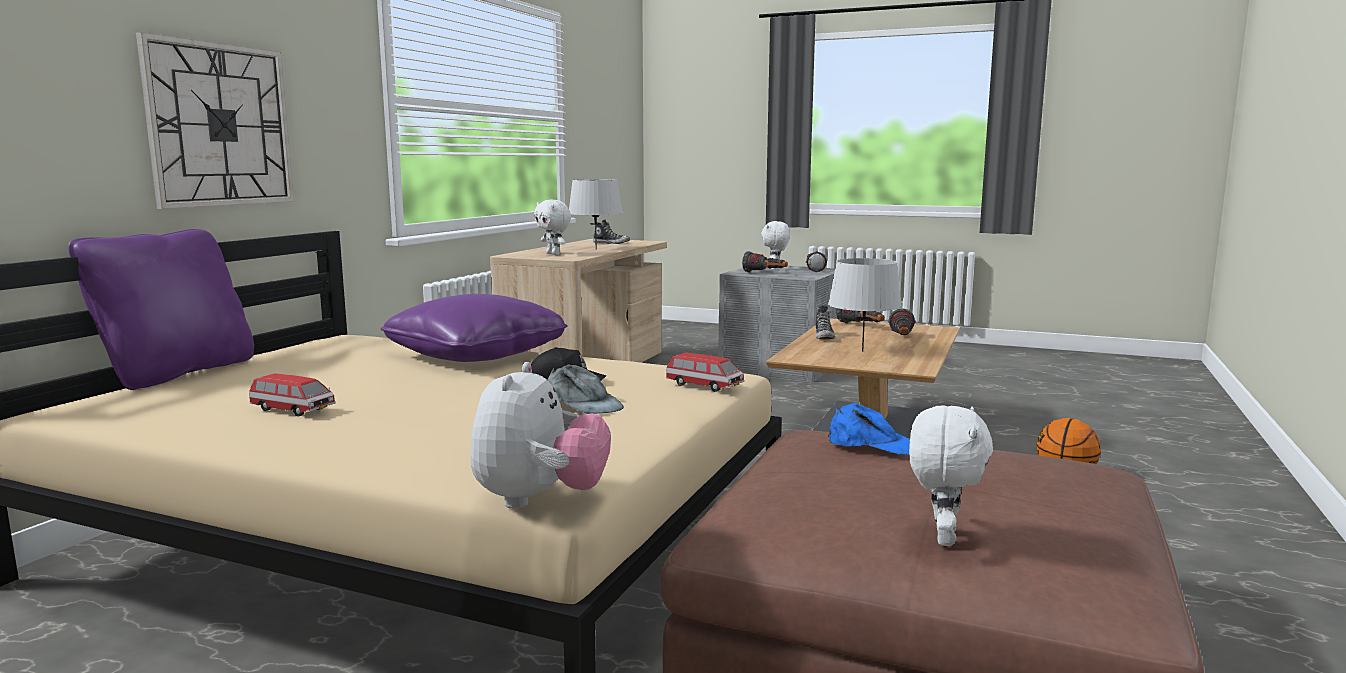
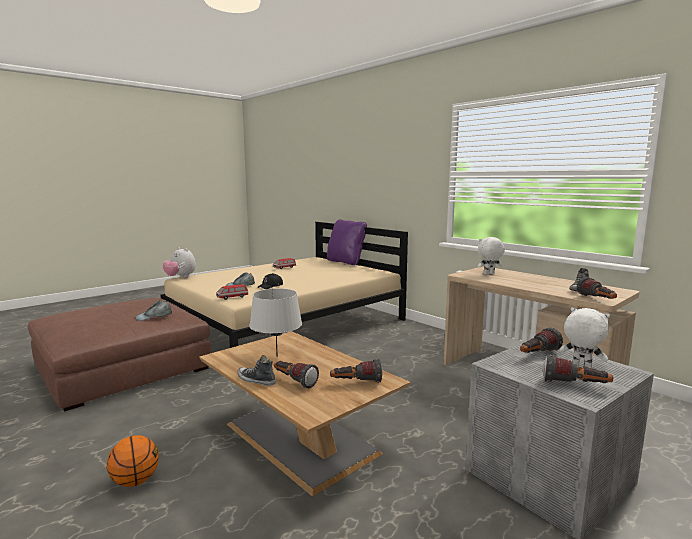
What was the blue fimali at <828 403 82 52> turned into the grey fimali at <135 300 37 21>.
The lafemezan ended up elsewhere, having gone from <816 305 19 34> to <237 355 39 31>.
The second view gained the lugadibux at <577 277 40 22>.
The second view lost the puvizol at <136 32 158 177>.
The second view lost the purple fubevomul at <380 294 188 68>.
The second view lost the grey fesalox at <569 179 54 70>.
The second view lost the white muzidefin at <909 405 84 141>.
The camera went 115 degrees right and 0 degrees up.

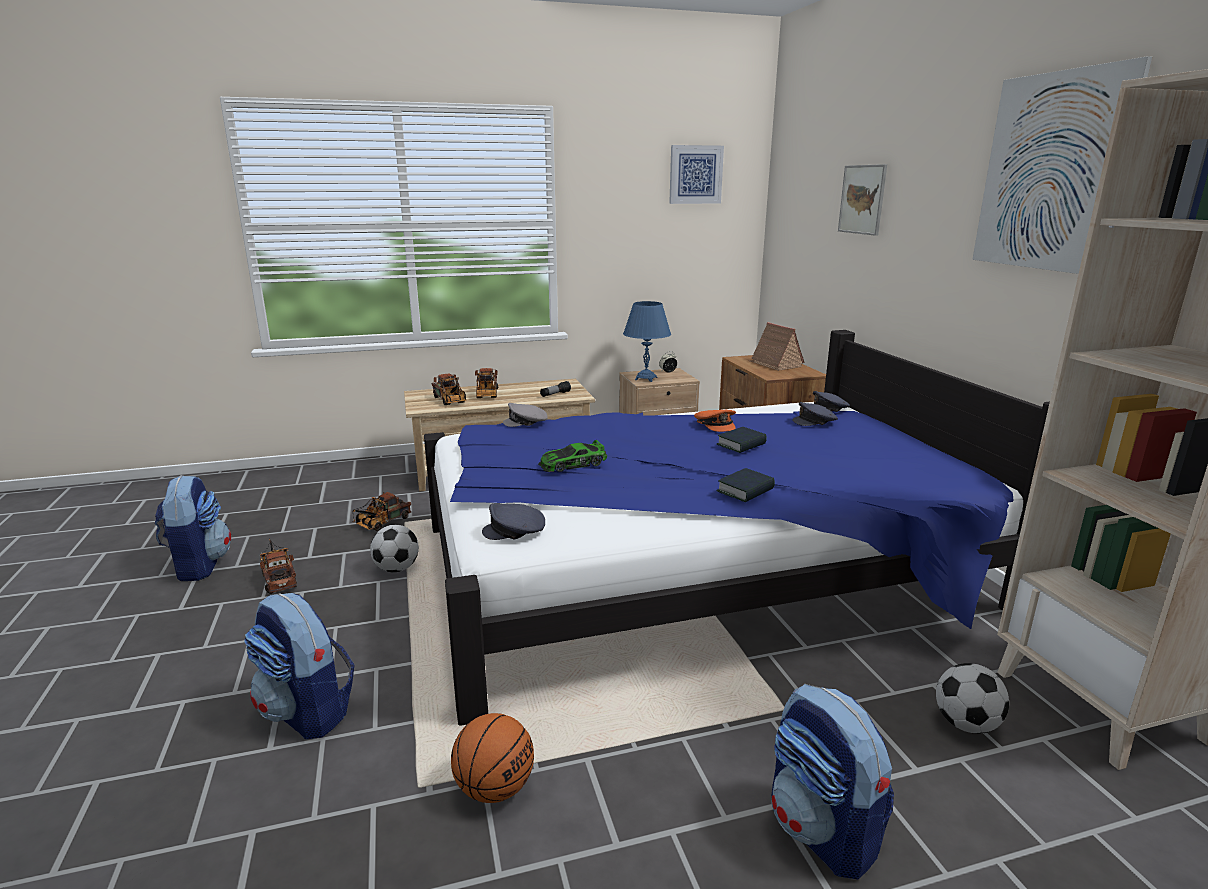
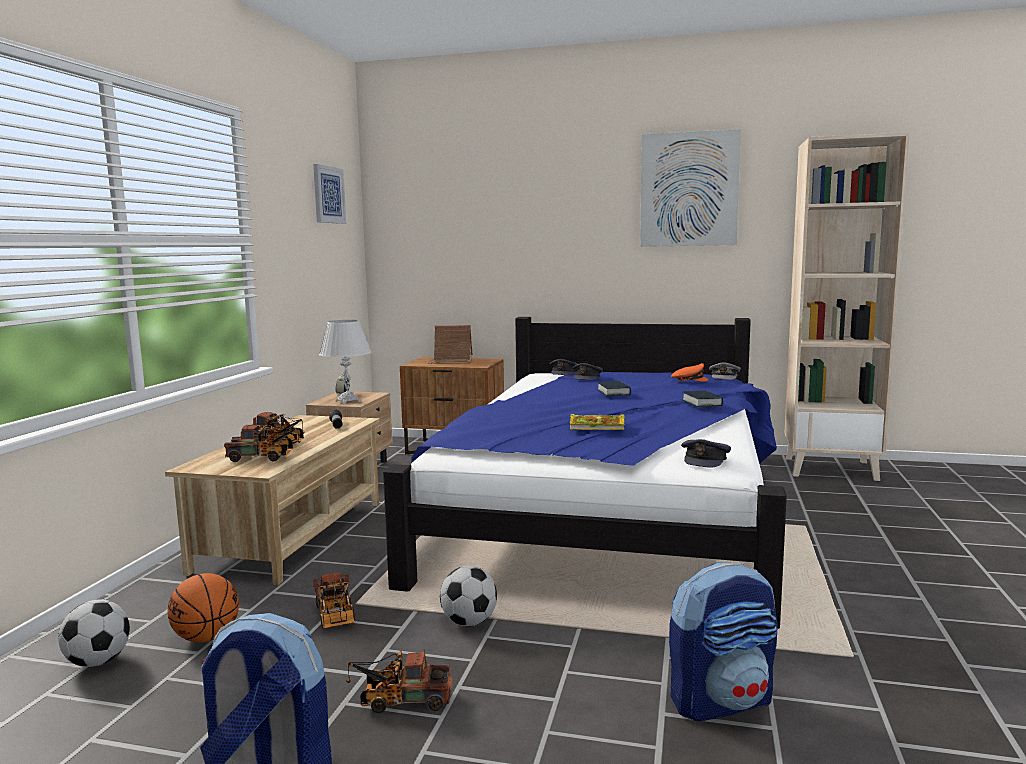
The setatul ended up elsewhere, having gone from <936 663 73 71> to <58 600 72 67>.
The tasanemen ended up elsewhere, having gone from <451 713 83 90> to <168 573 71 69>.
What was the blue fesalox at <623 301 48 81> turned into the white fesalox at <319 320 52 84>.
Where the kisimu stood at <538 440 69 32>, the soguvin came to stand at <570 414 55 16>.
The orange fimali ended up elsewhere, having gone from <694 410 42 22> to <671 363 38 19>.
The grey fimali ended up elsewhere, having gone from <503 403 45 24> to <709 362 32 18>.
The second view lost the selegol at <771 684 123 196>.
The second view lost the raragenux at <838 164 49 72>.
The camera went 60 degrees left and 10 degrees down.

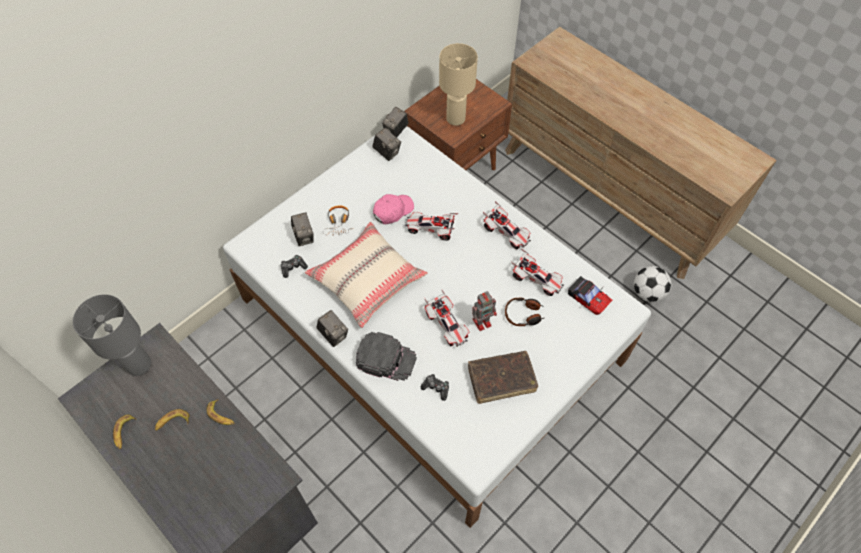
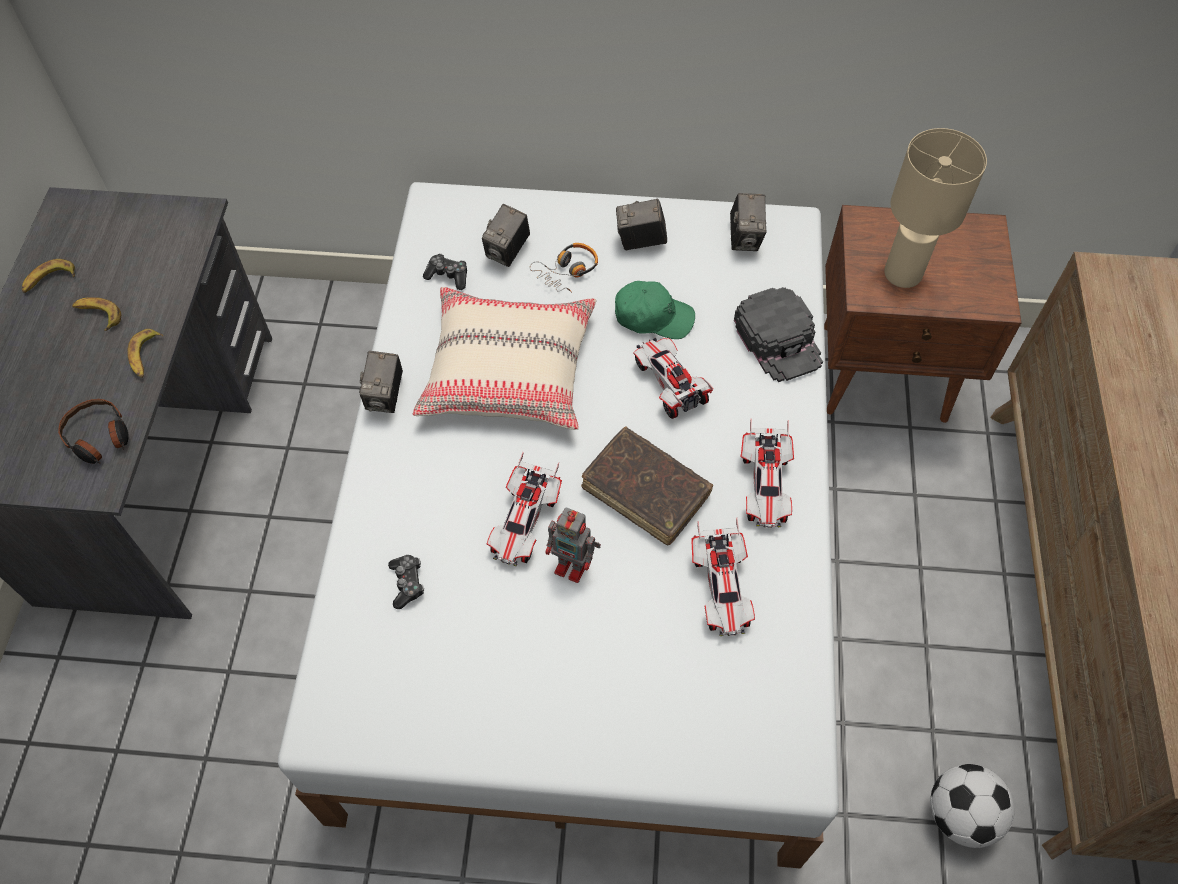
The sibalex ended up elsewhere, having gone from <505 298 39 28> to <58 399 71 65>.
The brown soguvin ended up elsewhere, having gone from <468 351 70 53> to <581 426 132 119>.
What was the pink fimali at <373 194 41 30> turned into the green fimali at <615 281 80 58>.
The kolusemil ended up elsewhere, having gone from <382 107 26 31> to <616 199 51 51>.
The black fimali ended up elsewhere, having gone from <356 332 61 49> to <734 287 89 95>.
The second view lost the grey fesalox at <73 294 78 82>.
The second view lost the kisimu at <568 276 44 39>.
The camera went 50 degrees right and 0 degrees up.

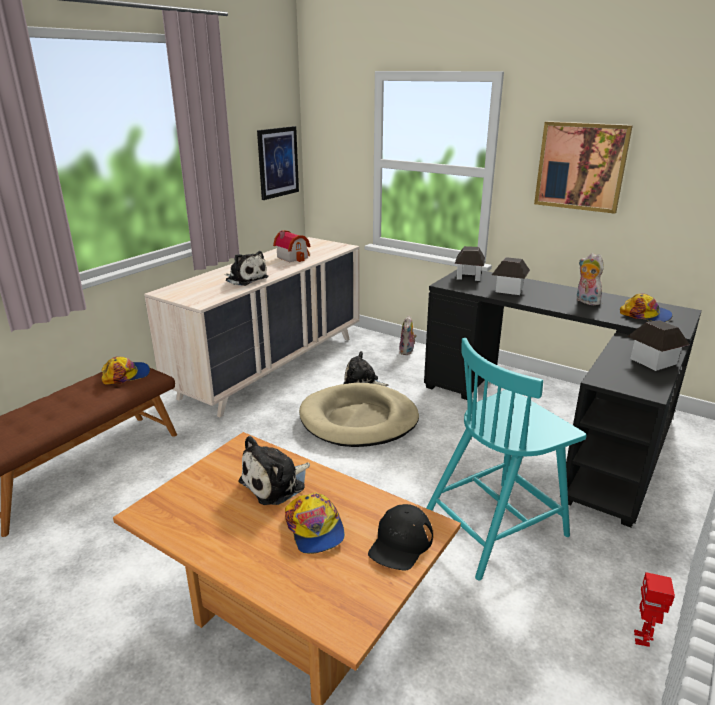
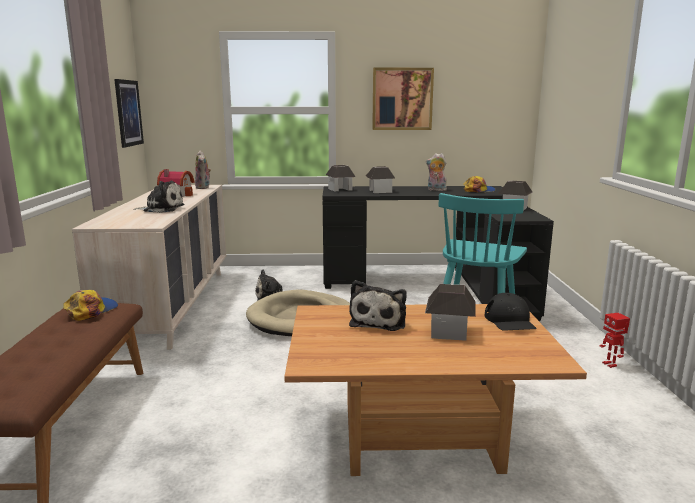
The muzidefin ended up elsewhere, having gone from <399 315 18 40> to <195 150 16 39>.
Where the fimali stood at <285 492 60 62>, the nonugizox came to stand at <425 284 51 57>.
The camera went 35 degrees left and 10 degrees down.

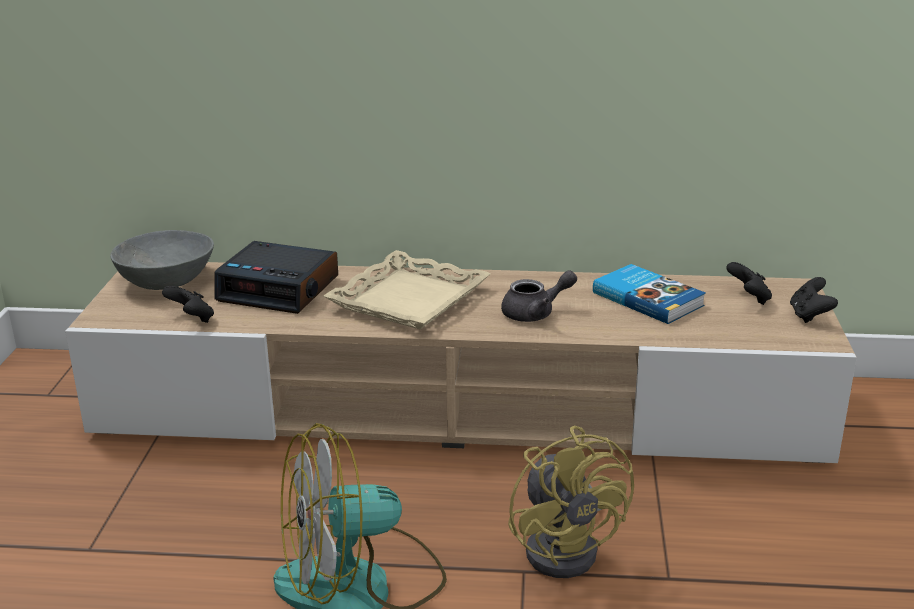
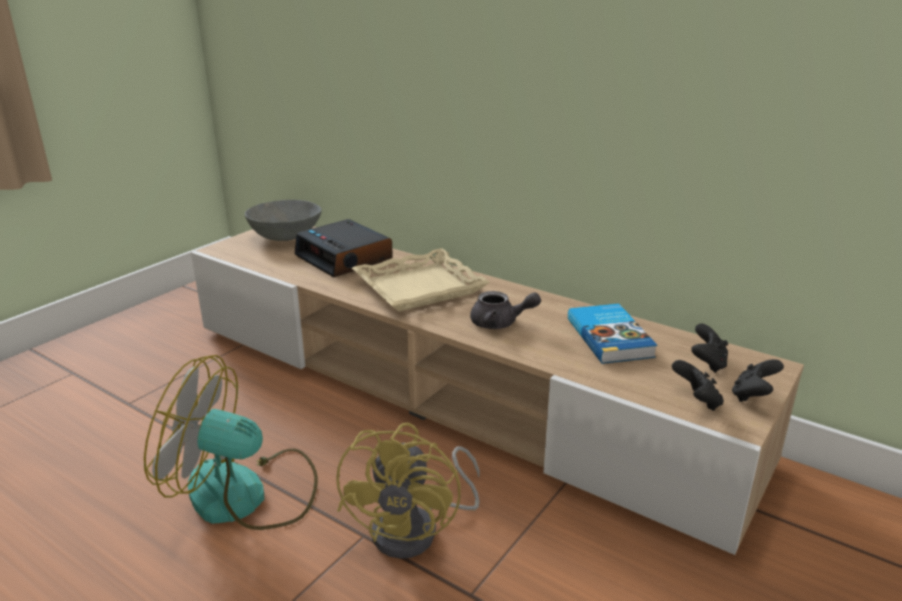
The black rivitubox ended up elsewhere, having gone from <162 286 52 37> to <672 360 52 51>.
The camera went 30 degrees right and 0 degrees up.

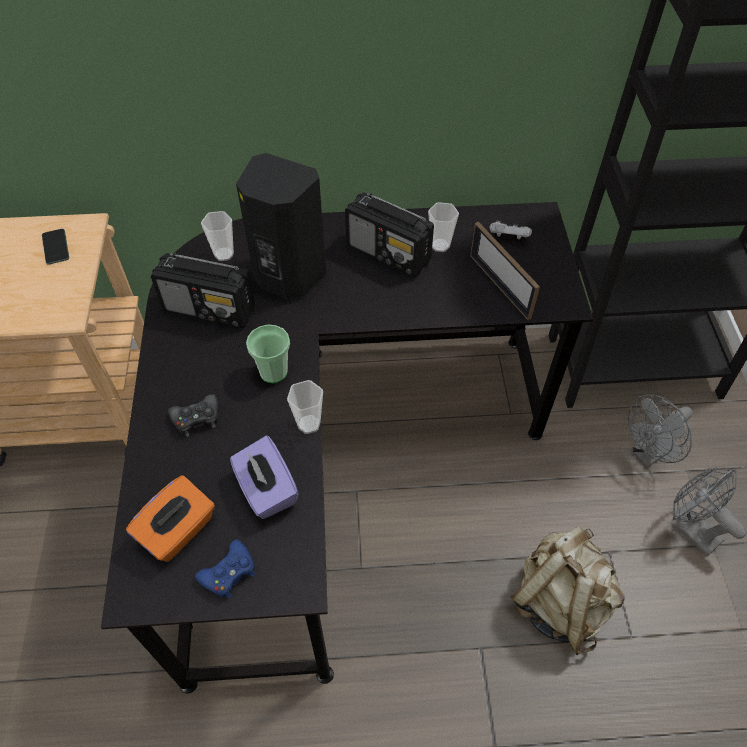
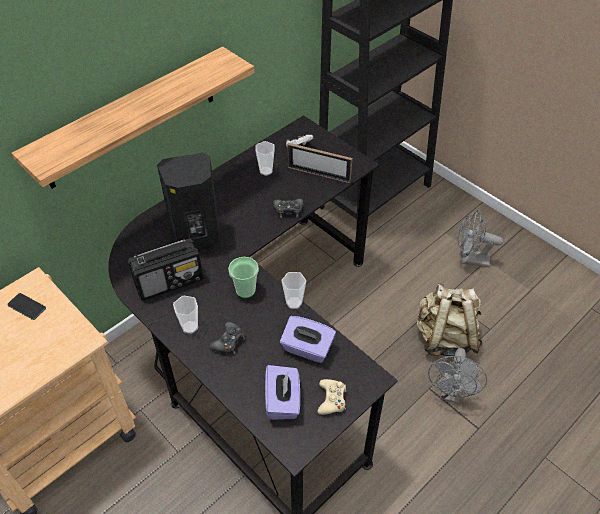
The second view gained the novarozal at <12 46 242 143>.
The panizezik ended up elsewhere, having gone from <201 211 33 50> to <173 296 25 38>.
What was the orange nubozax at <126 475 89 87> turned into the purple nubozax at <265 365 35 55>.
The second view gained the black rivitubox at <273 199 30 19>.
What was the blue rivitubox at <195 539 60 59> turned into the beige rivitubox at <318 379 28 36>.
The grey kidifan ended up elsewhere, having gone from <628 394 65 73> to <428 348 59 56>.
The second view lost the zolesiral at <345 192 89 86>.
The camera went 40 degrees left and 5 degrees down.

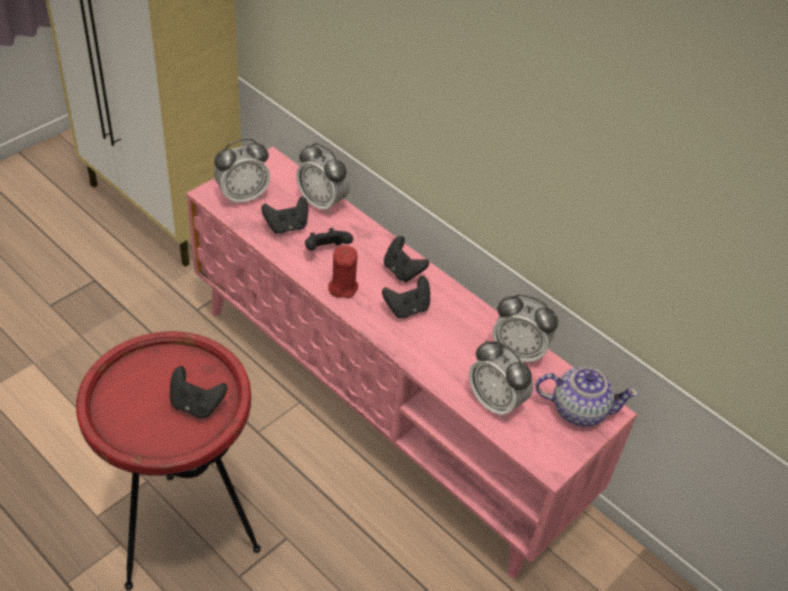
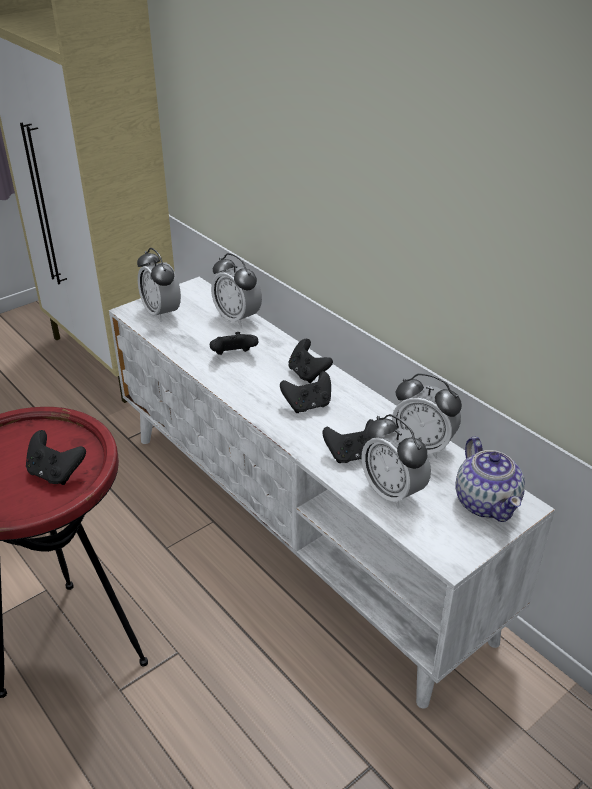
What was the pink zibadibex at <186 147 451 431> turned into the white zibadibex at <109 277 446 432>.
The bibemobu at <214 138 56 67> ended up facing another way, 75 degrees clockwise from before.
The black rivitubox ended up elsewhere, having gone from <261 196 47 38> to <322 419 52 44>.
The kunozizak at <536 367 102 60> ended up facing another way, 60 degrees clockwise from before.
The second view lost the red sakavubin at <328 245 31 53>.
The camera went 10 degrees right and 10 degrees down.

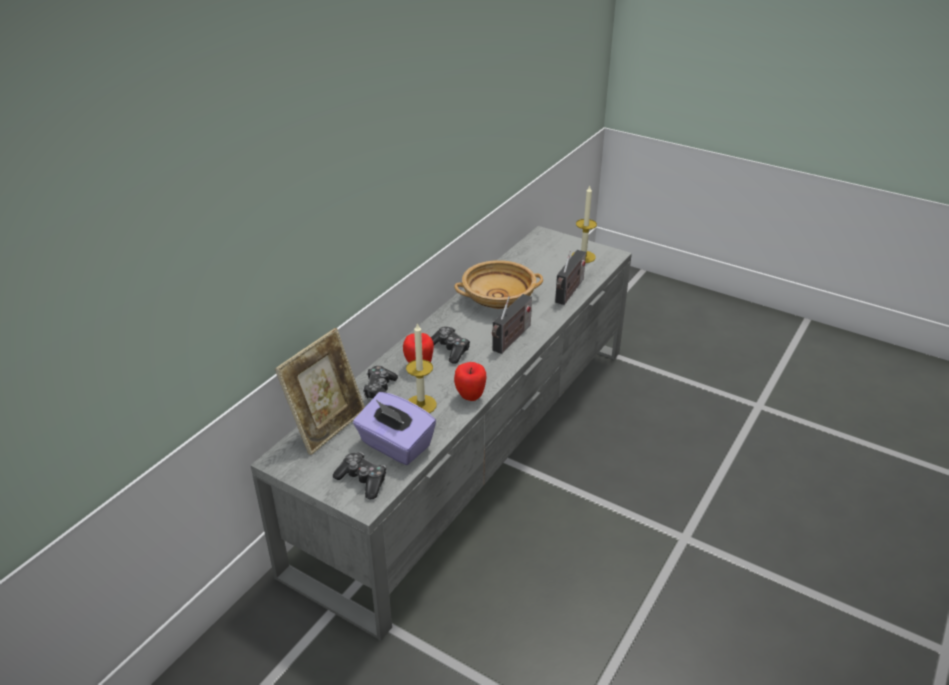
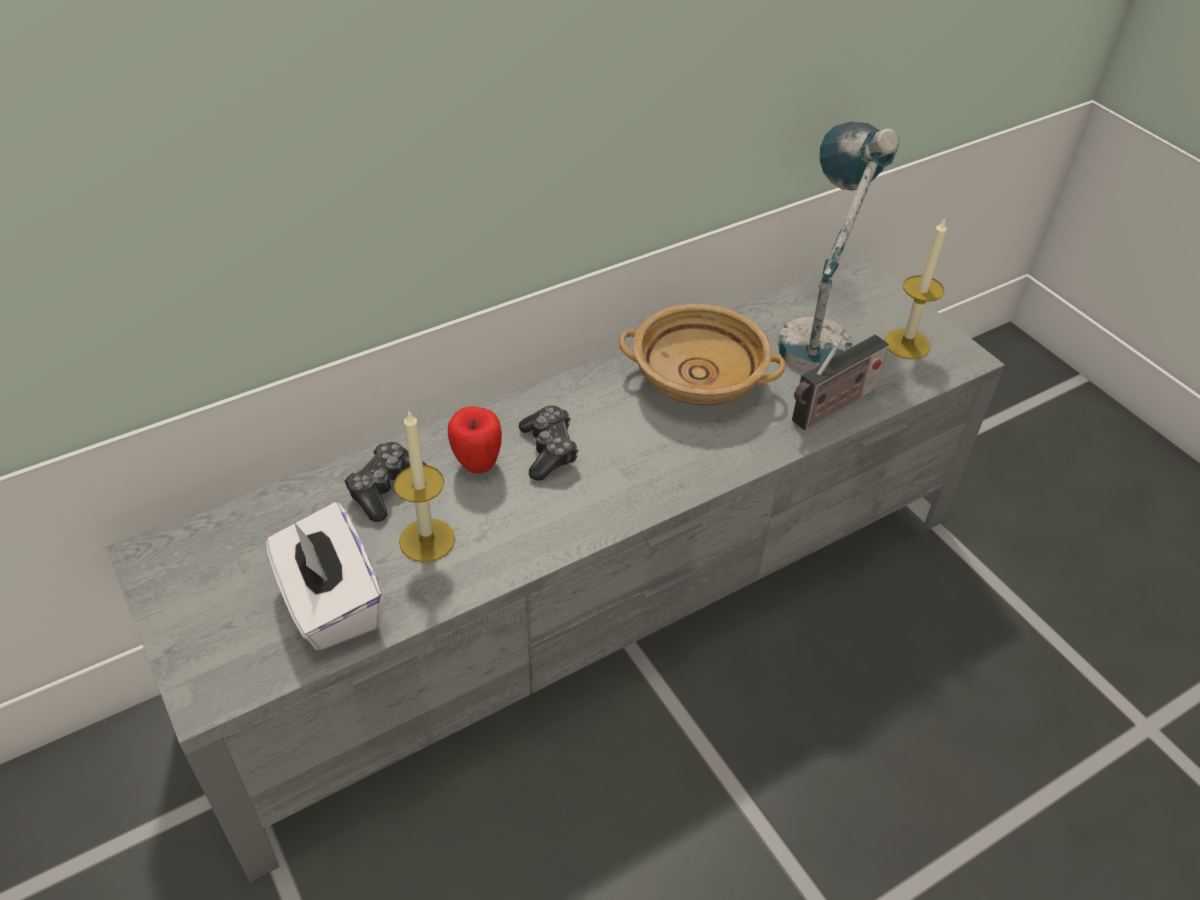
What was the purple nubozax at <353 392 83 73> turned into the white nubozax at <266 502 117 148>.
The second view gained the fesalox at <778 122 121 250>.
The second view lost the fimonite at <275 328 90 127>.
The second view lost the rivitubox at <333 452 53 48>.
The second view lost the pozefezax at <454 362 33 39>.
The second view lost the zolesiral at <492 294 40 60>.
The camera went 25 degrees right and 10 degrees up.

